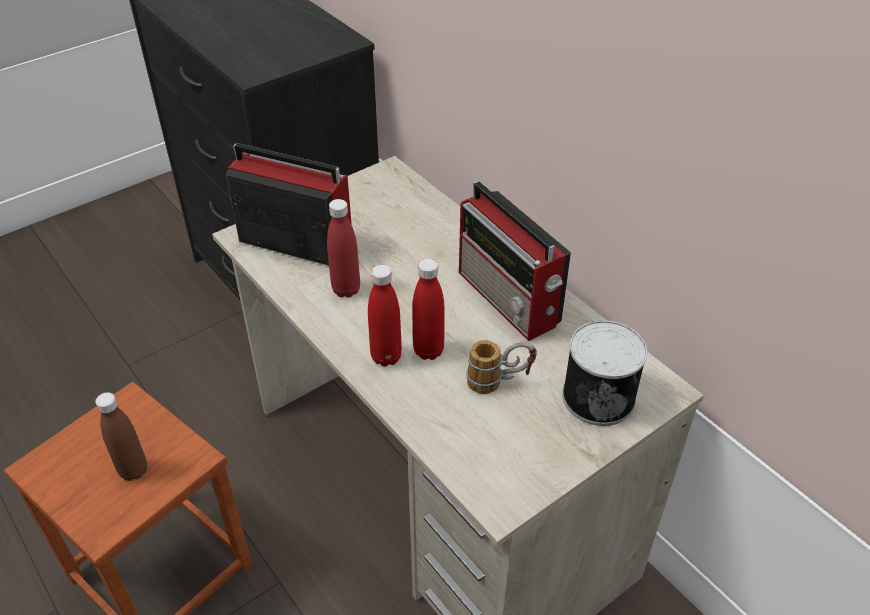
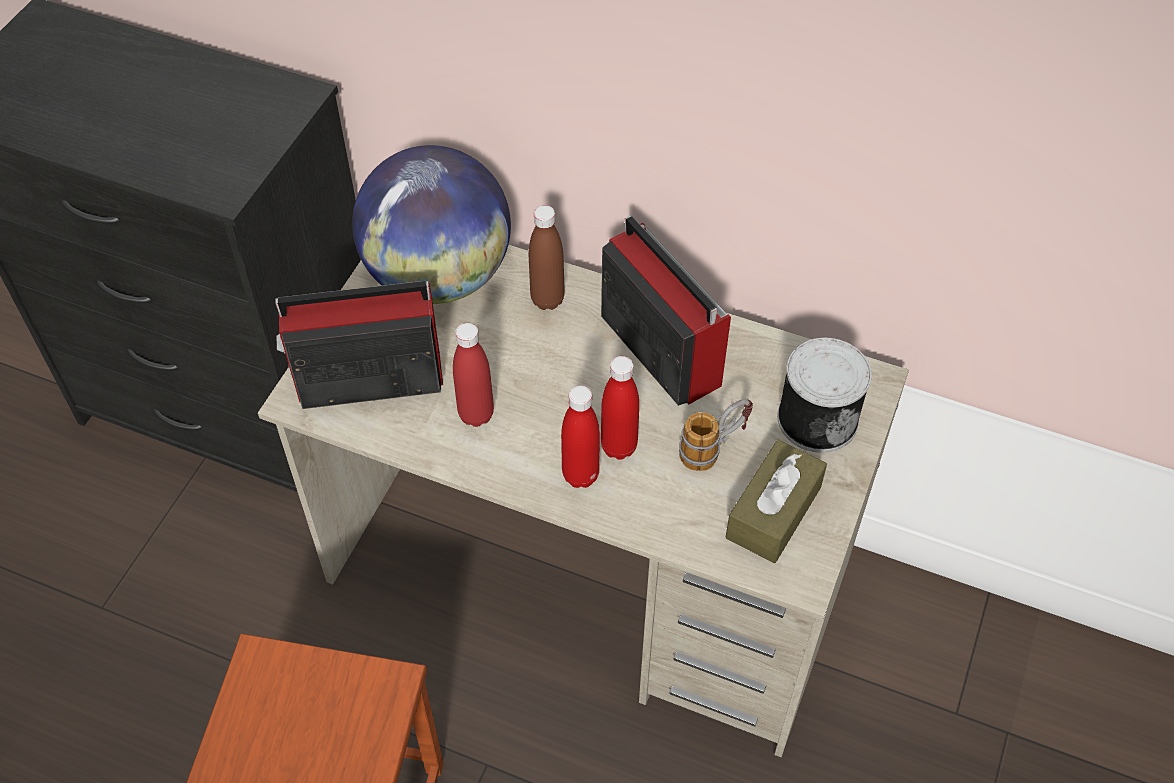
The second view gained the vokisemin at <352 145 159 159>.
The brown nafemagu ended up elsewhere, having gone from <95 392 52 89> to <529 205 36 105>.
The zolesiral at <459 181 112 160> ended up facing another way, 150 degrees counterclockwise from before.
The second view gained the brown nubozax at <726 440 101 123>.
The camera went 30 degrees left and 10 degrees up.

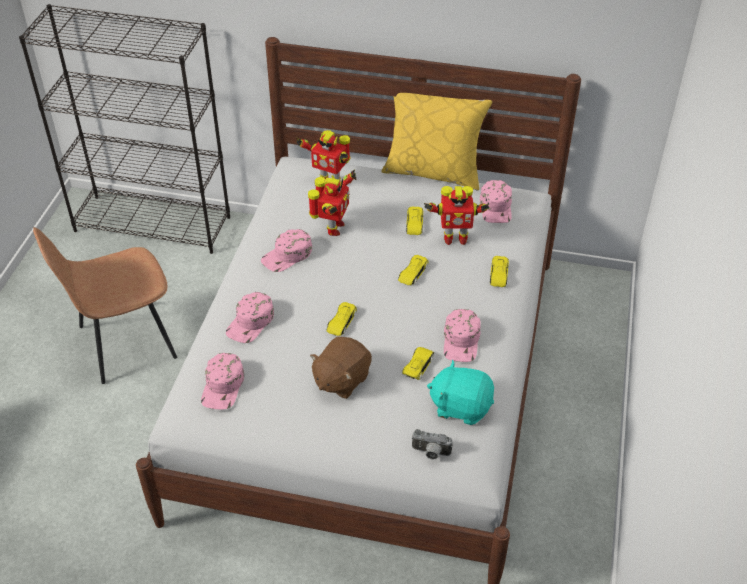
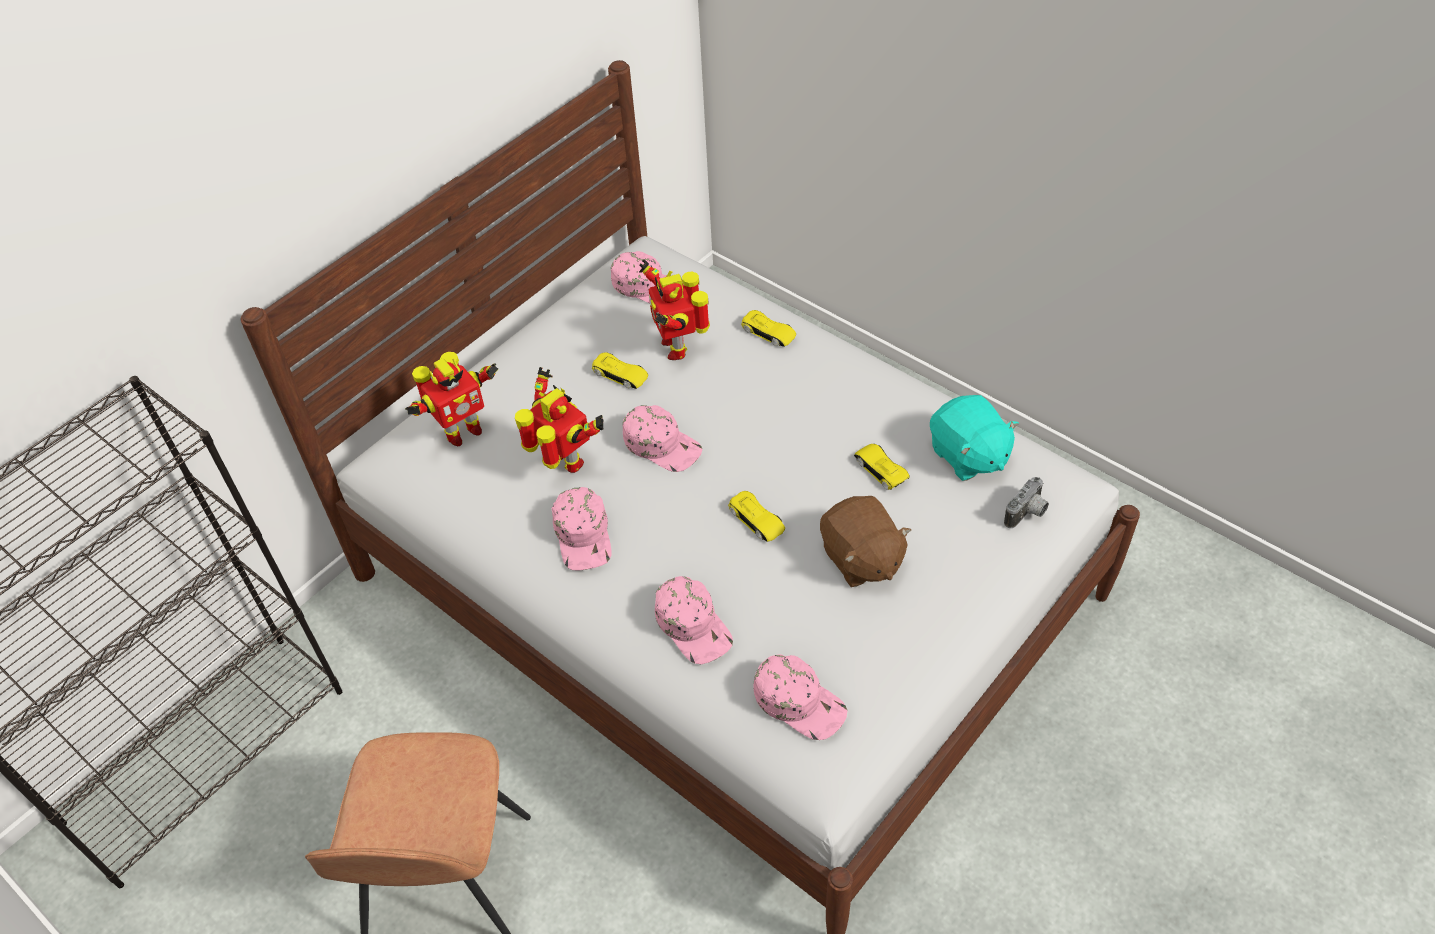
The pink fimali ended up elsewhere, having gone from <444 309 37 53> to <622 405 80 67>.
The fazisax at <424 186 65 59> ended up facing another way, 135 degrees clockwise from before.
The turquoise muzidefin at <427 360 67 65> ended up facing another way, 75 degrees counterclockwise from before.
The second view lost the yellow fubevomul at <381 93 111 98>.
The second view lost the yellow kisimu at <398 255 30 31>.
The camera went 60 degrees left and 5 degrees up.

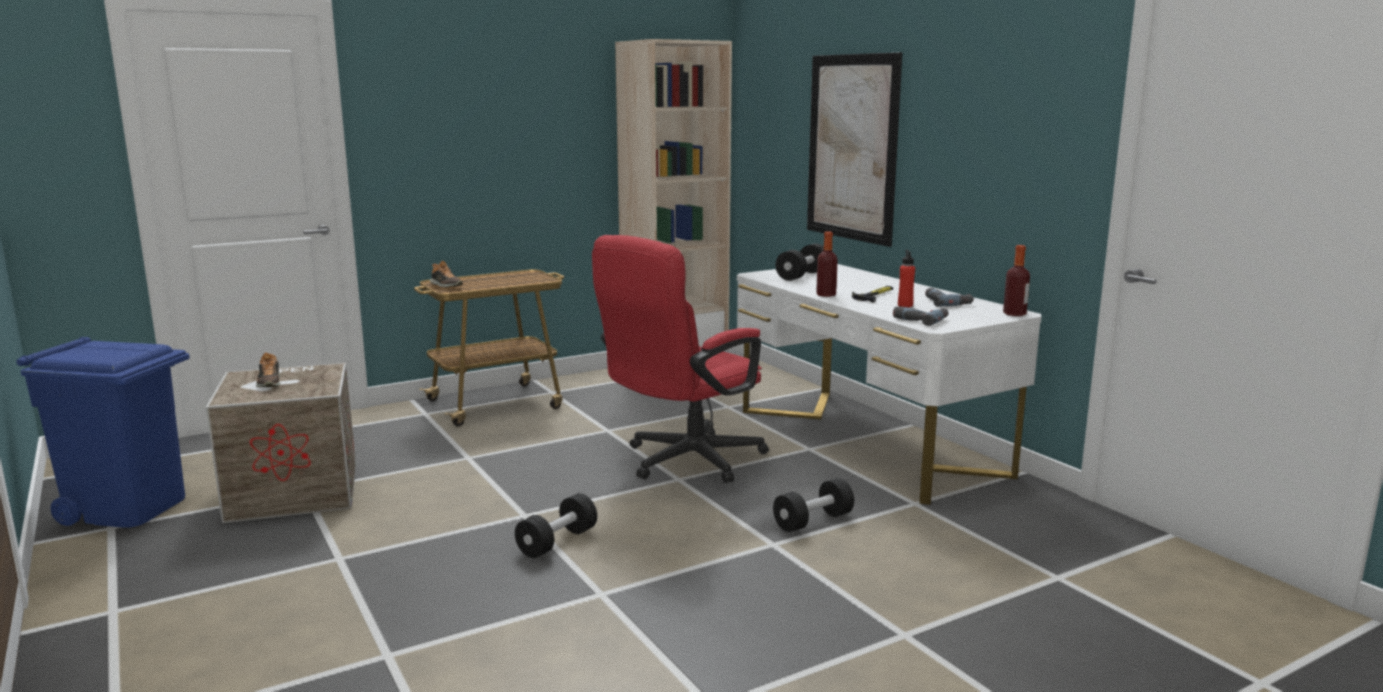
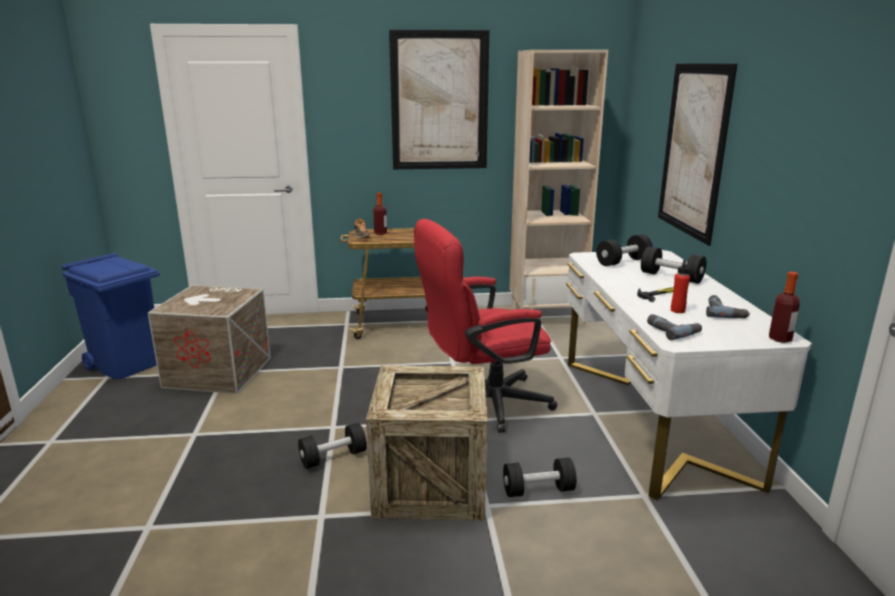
The second view gained the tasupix at <366 365 121 155>.
The nafemagu ended up elsewhere, having gone from <816 231 22 66> to <373 193 14 42>.
The second view gained the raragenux at <389 30 100 139>.
The second view gained the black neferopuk at <641 246 65 38>.
The second view lost the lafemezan at <256 352 25 35>.
The camera went 25 degrees right and 5 degrees up.

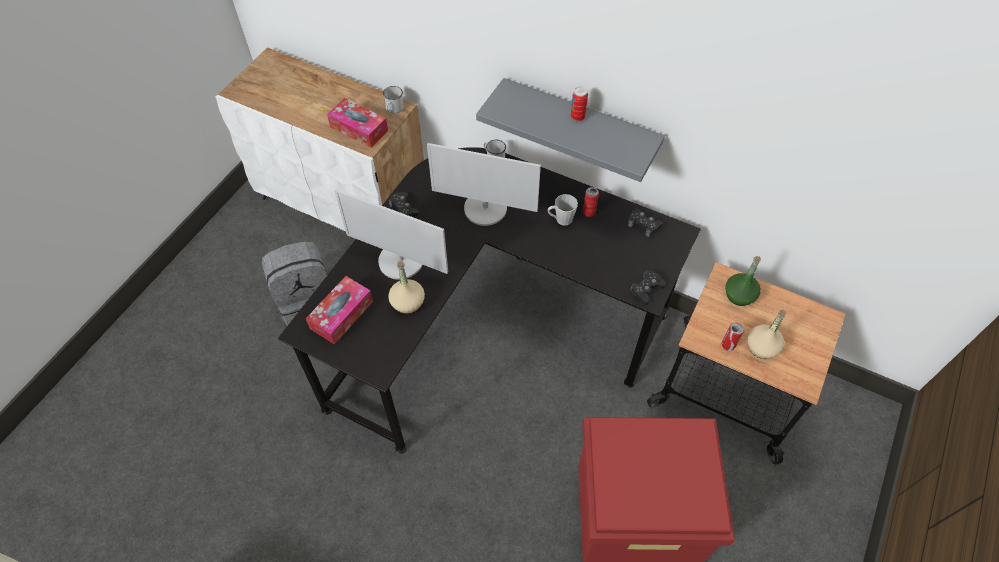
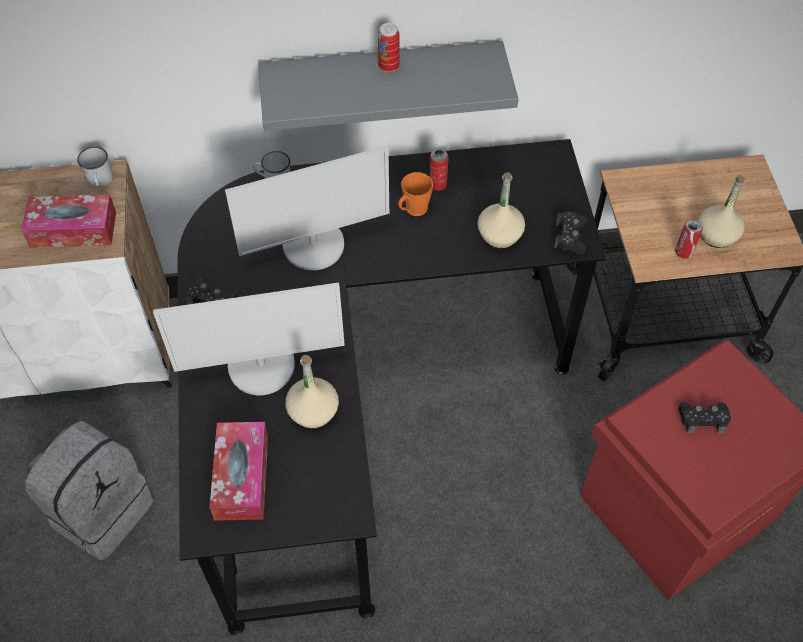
What was the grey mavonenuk at <548 194 30 32> turned into the orange mavonenuk at <398 172 35 44>.
The second view gained the beige nafemagu at <478 172 47 76>.
The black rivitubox ended up elsewhere, having gone from <628 209 34 28> to <678 402 53 32>.
The second view lost the green nafemagu at <725 256 36 50>.
The camera went 35 degrees left and 0 degrees up.

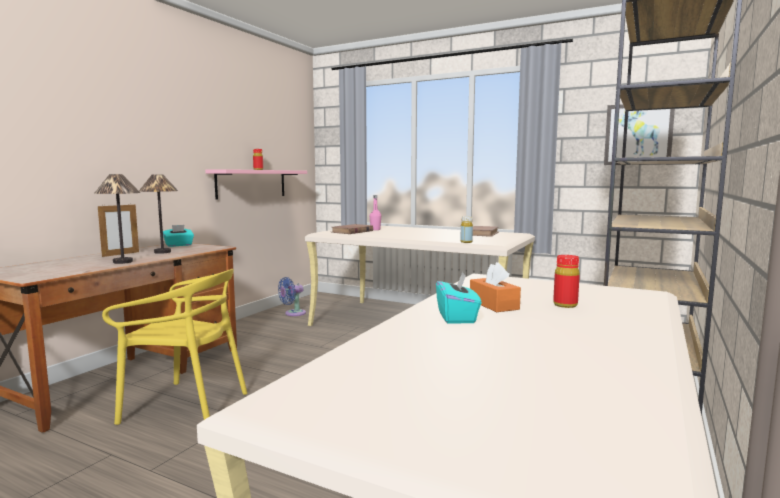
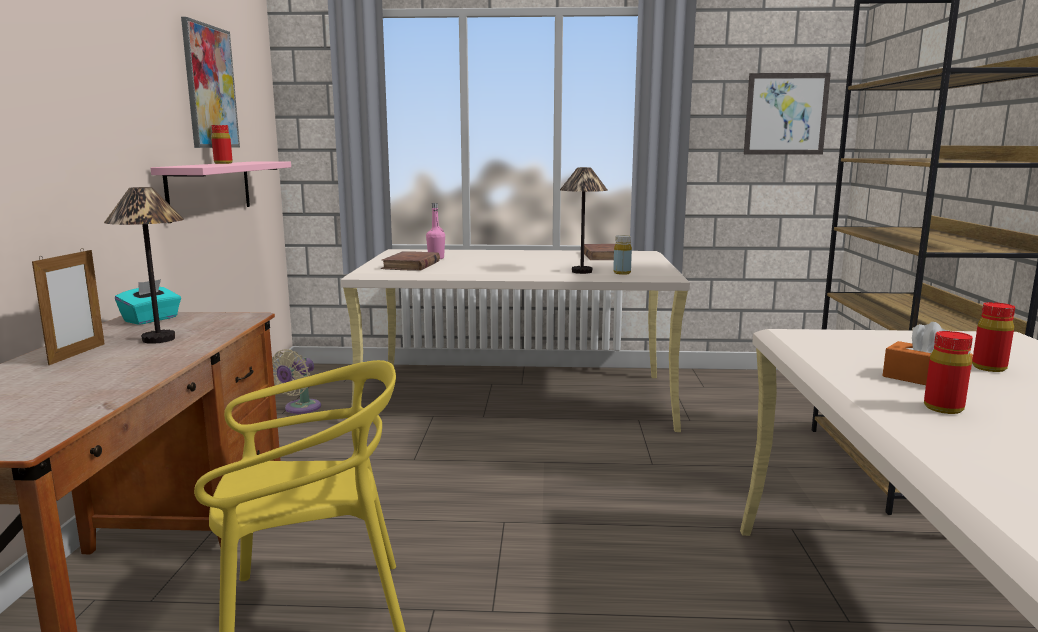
The second view gained the raragenux at <181 17 59 131>.
What was the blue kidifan at <278 277 28 39> turned into the beige kidifan at <272 349 49 65>.
The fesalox ended up elsewhere, having gone from <94 174 46 90> to <560 167 48 107>.
Where the turquoise nubozax stood at <436 271 45 53>, the red nafemagu came to stand at <924 331 49 83>.
The camera went 25 degrees left and 5 degrees up.

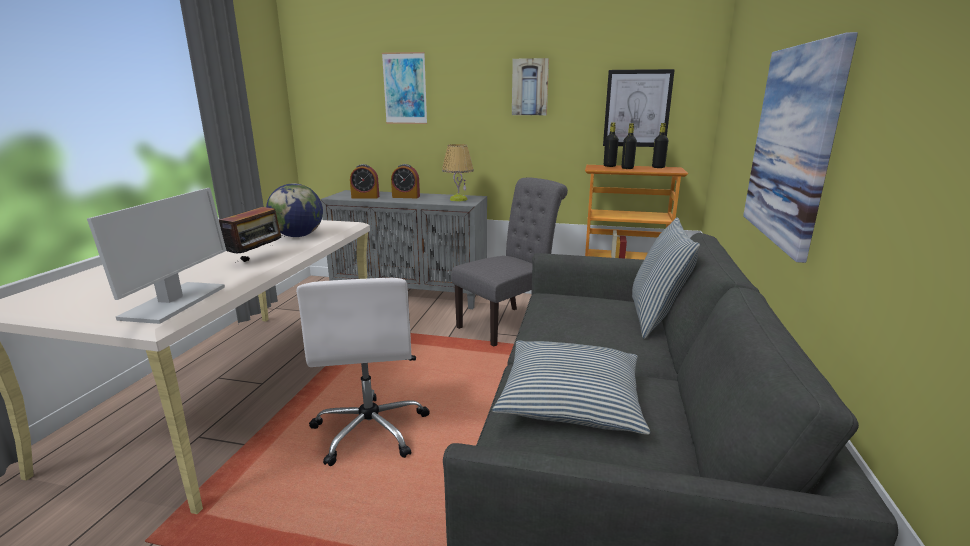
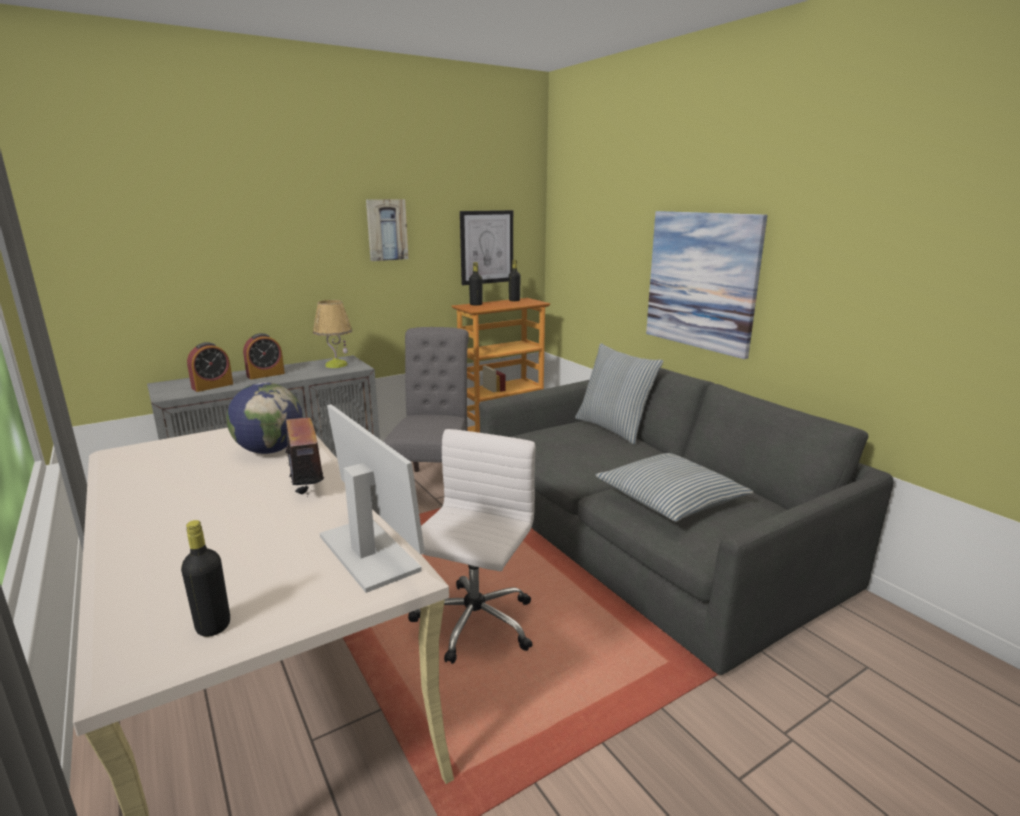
The black nafemagu ended up elsewhere, having gone from <622 123 15 46> to <181 520 49 117>.
The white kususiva at <296 278 134 188> ended up facing another way, 105 degrees counterclockwise from before.
The second view lost the raragenux at <382 52 45 72>.
The camera went 45 degrees left and 0 degrees up.

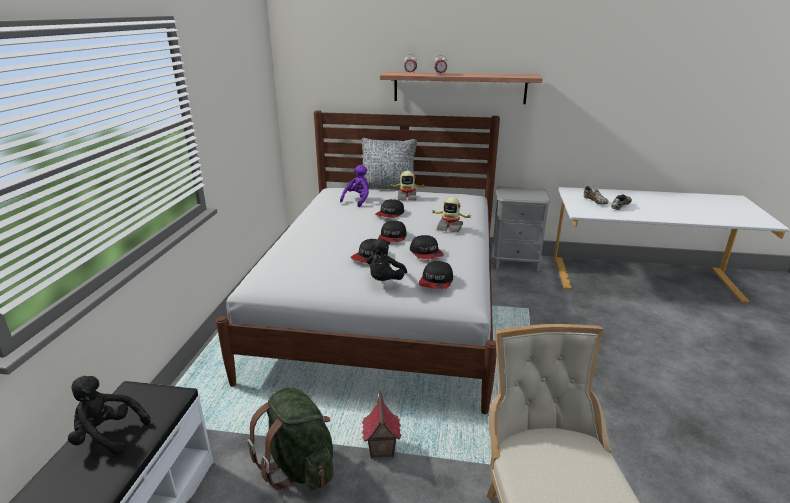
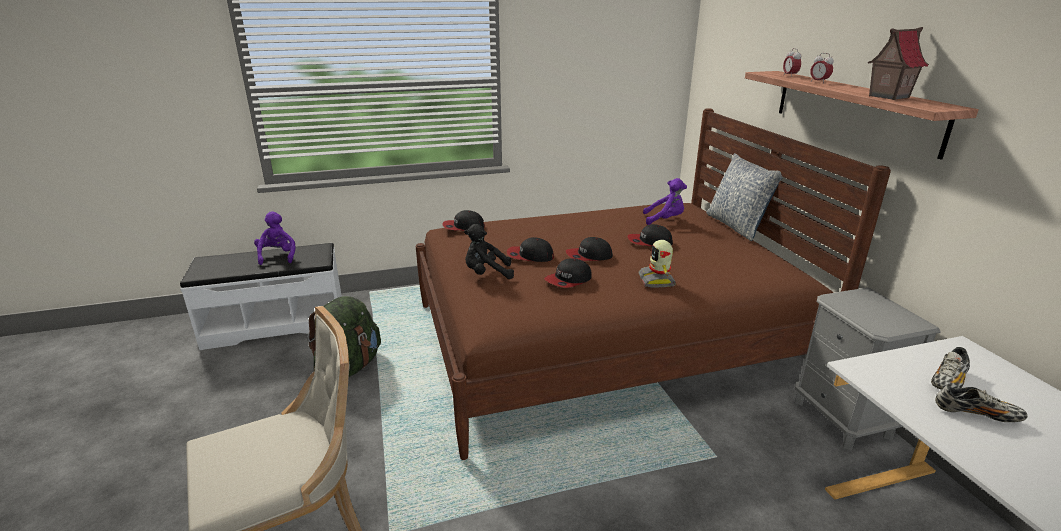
What was the black muzidefin at <68 376 82 80> turned into the purple muzidefin at <254 211 41 54>.
What was the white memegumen at <216 110 284 304> turned into the brown memegumen at <416 108 475 352>.
The fimali ended up elsewhere, having gone from <419 261 34 28> to <442 210 43 21>.
The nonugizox ended up elsewhere, having gone from <362 391 40 67> to <868 27 61 73>.
The second view lost the fazisax at <389 171 37 29>.
The camera went 65 degrees right and 0 degrees up.

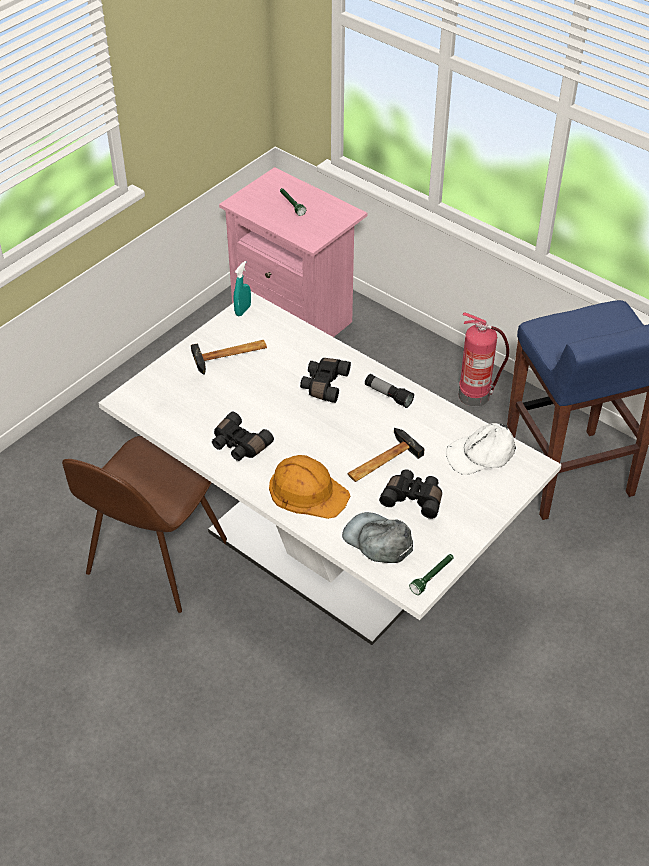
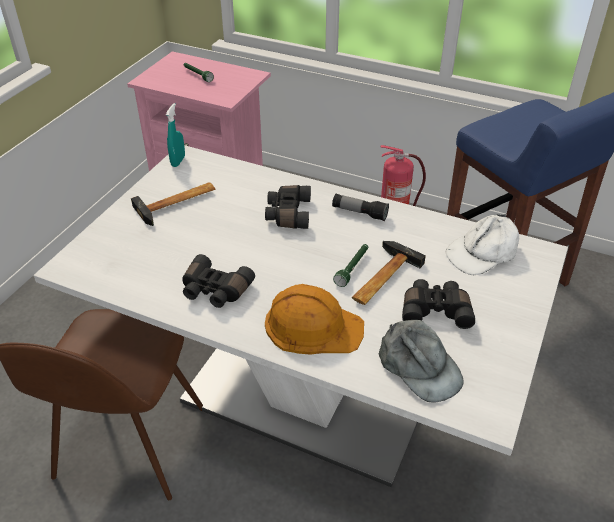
The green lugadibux ended up elsewhere, having gone from <409 554 45 41> to <333 244 35 43>.
The grey fimali at <342 512 71 51> ended up facing another way, 150 degrees counterclockwise from before.
The camera went 15 degrees left and 5 degrees down.

